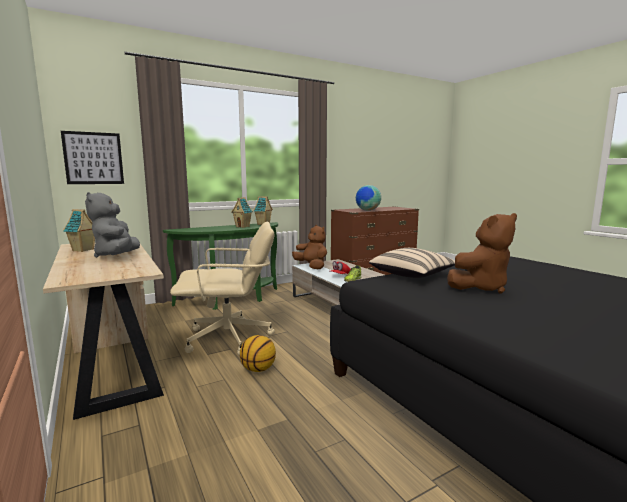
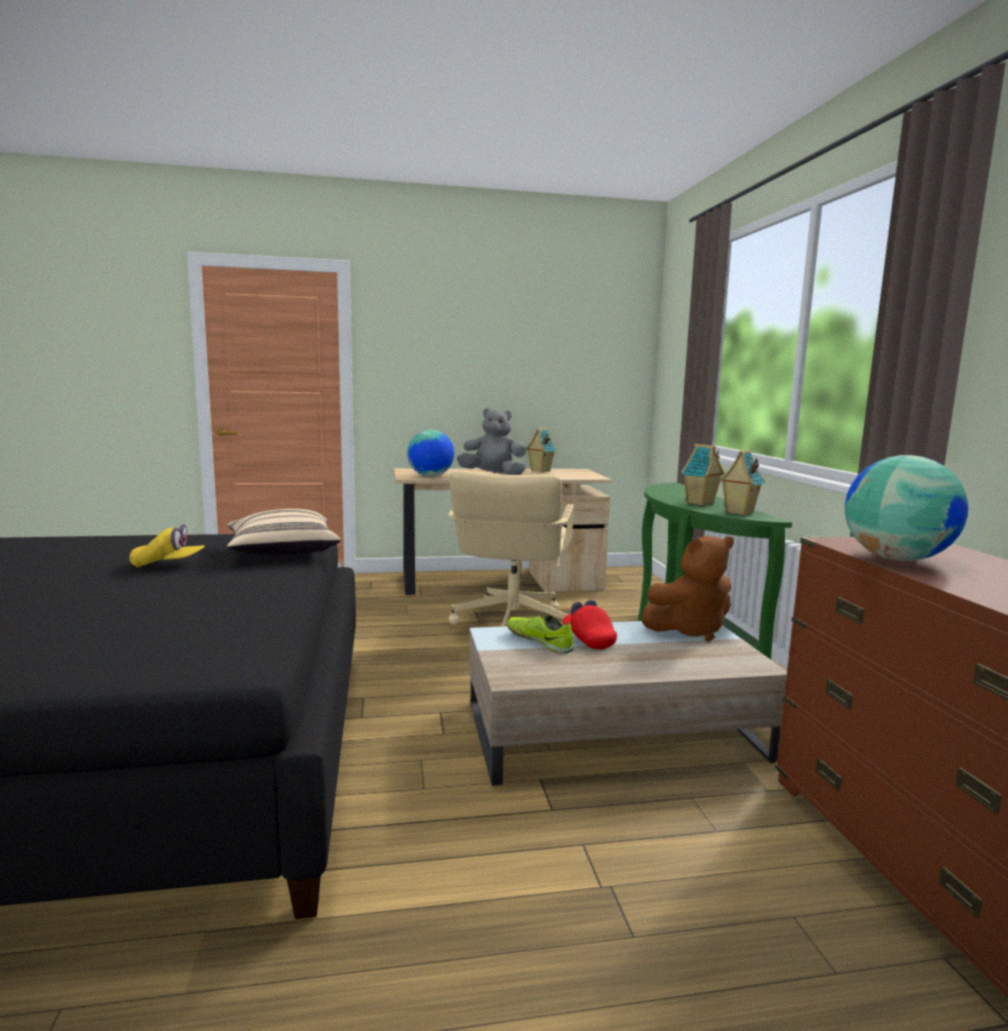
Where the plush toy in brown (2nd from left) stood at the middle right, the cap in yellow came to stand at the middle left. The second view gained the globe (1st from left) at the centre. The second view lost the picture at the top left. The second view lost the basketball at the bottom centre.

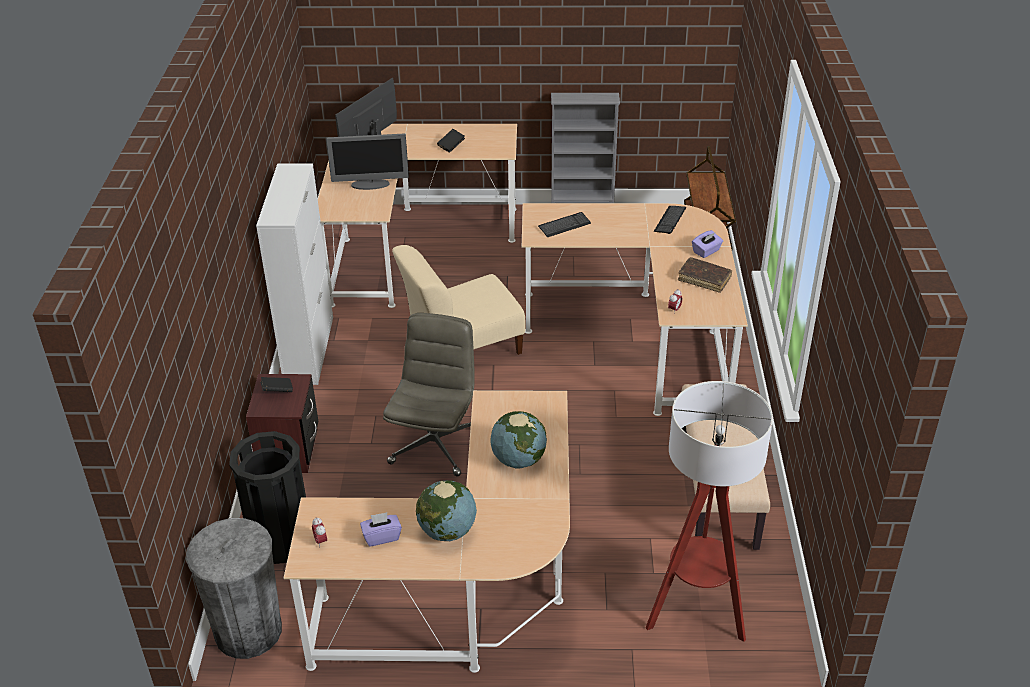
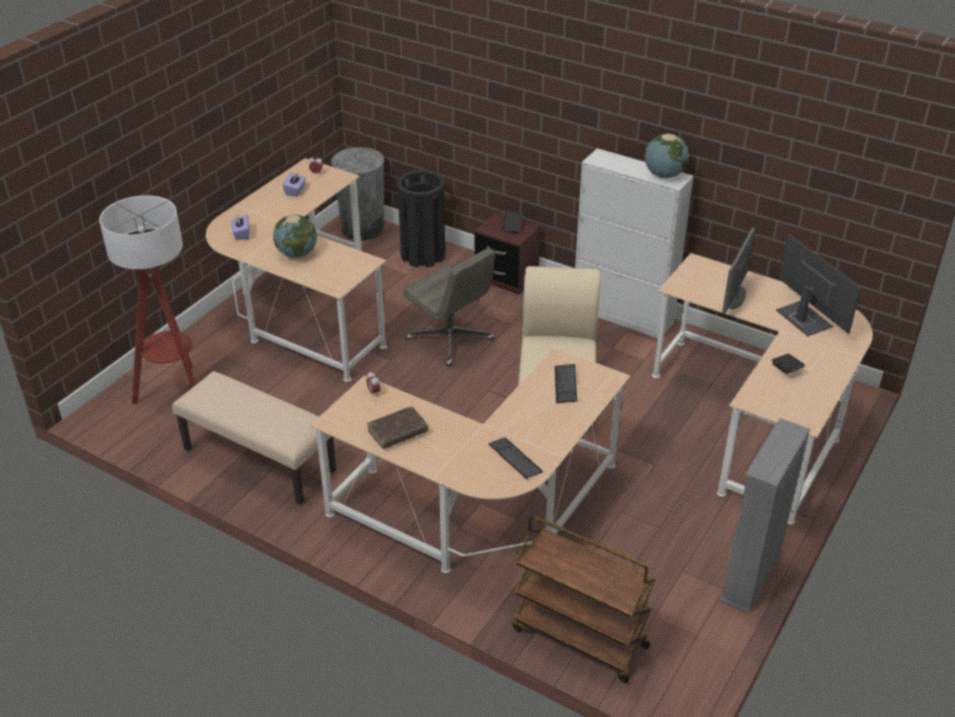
The tissue box in purple (2nd from left in the first image) ended up elsewhere, having gone from the middle right to the top left. The globe (1st from left in the first image) ended up elsewhere, having gone from the bottom centre to the top right.

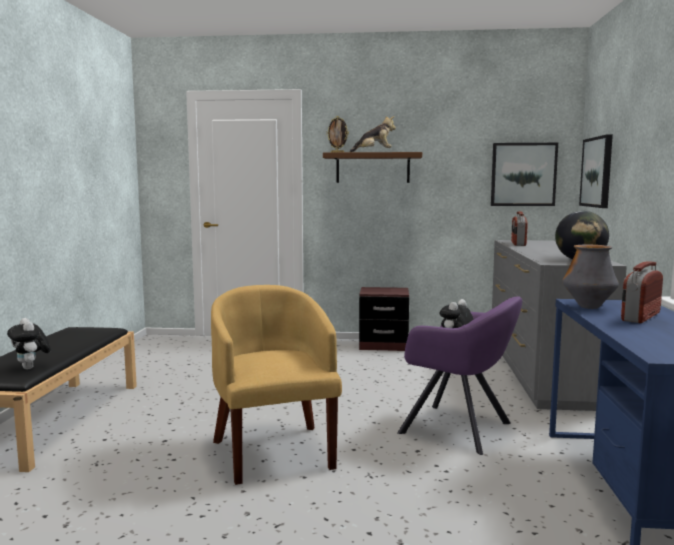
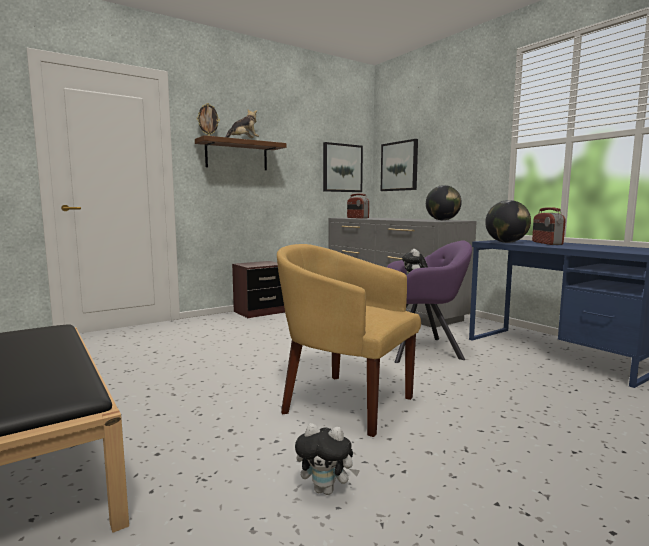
The plush toy (1st from left in the first image) ended up elsewhere, having gone from the middle left to the bottom centre. Where the vase stood at the middle right, the globe (2nd from left) came to stand at the middle right.

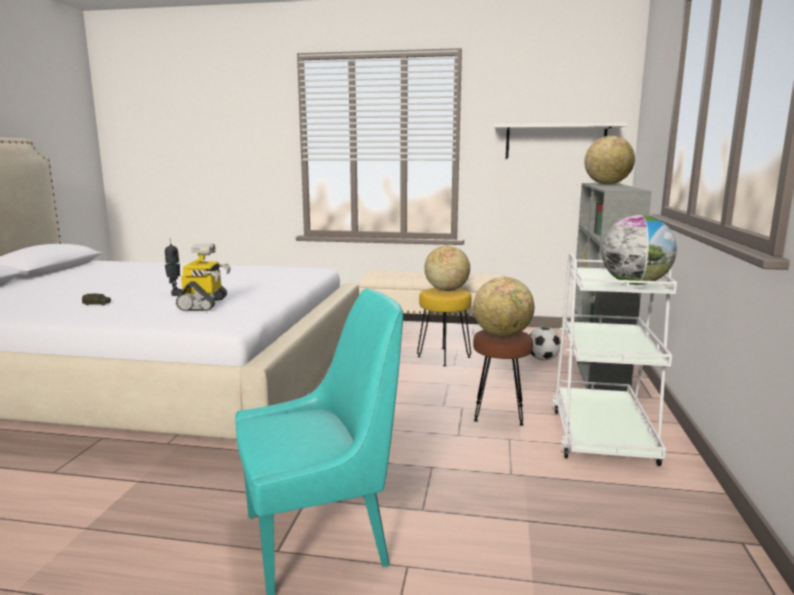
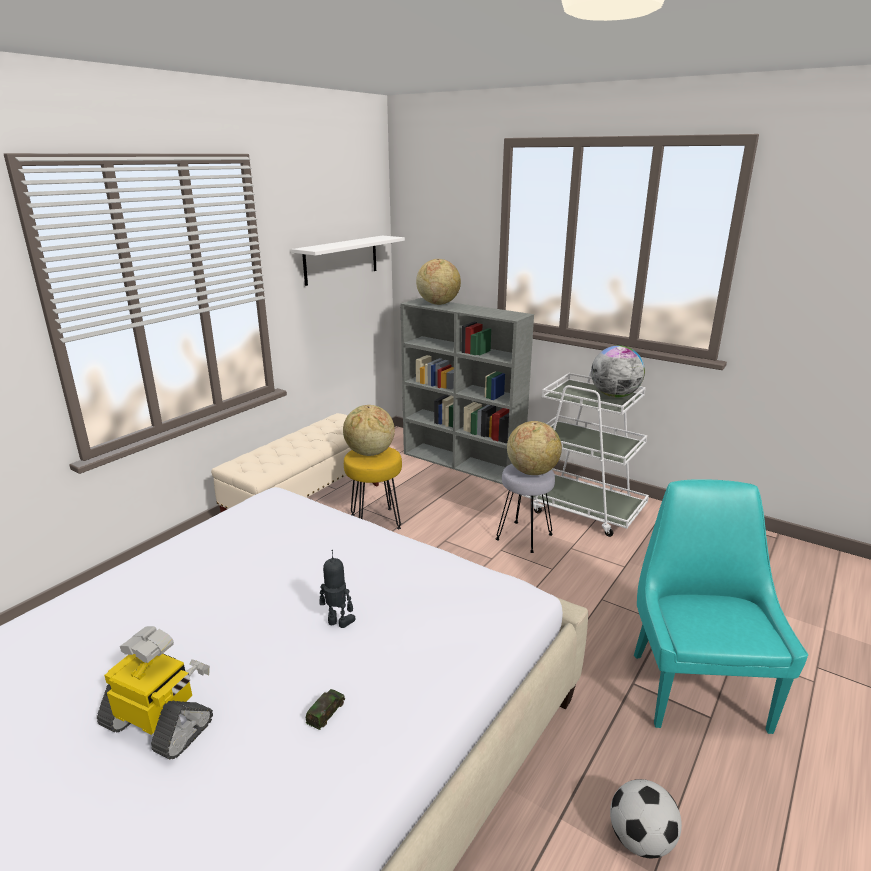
The toy robot (2nd from left in the first image) ended up elsewhere, having gone from the middle left to the bottom left. What was the stool in brown at the centre turned into the stool in grey at the centre. The football ended up elsewhere, having gone from the middle right to the bottom right.

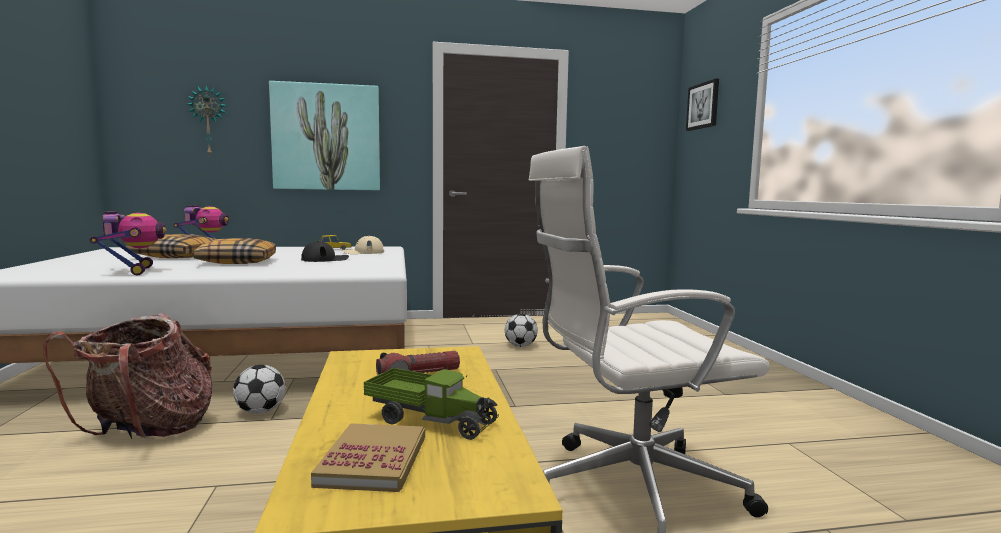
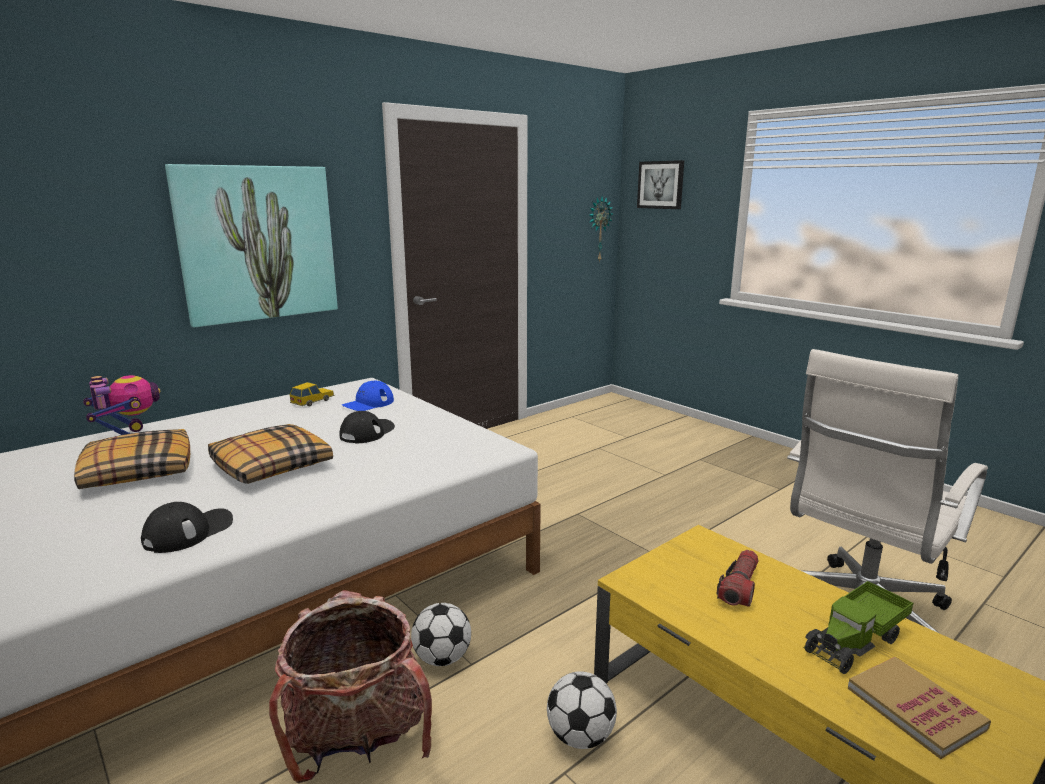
Where the toy robot (1st from left) stood at the middle left, the cap in black (1st from left) came to stand at the bottom left. What was the cap in beige at the centre turned into the cap in blue at the centre. The football (2nd from left) ended up elsewhere, having gone from the centre to the bottom centre. The wall clock ended up elsewhere, having gone from the top left to the top centre. The toy truck at the bottom centre ended up facing another way, 150 degrees clockwise from before.

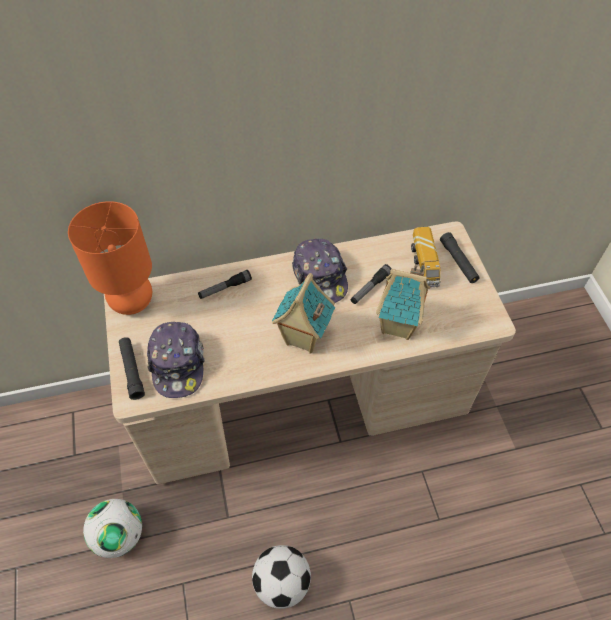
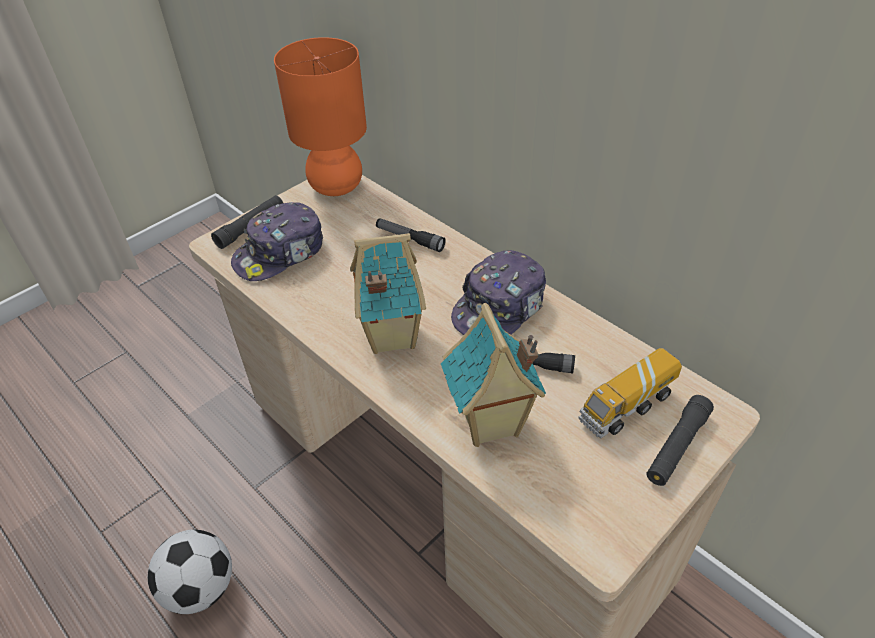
The second view lost the football (1st from left) at the bottom left.

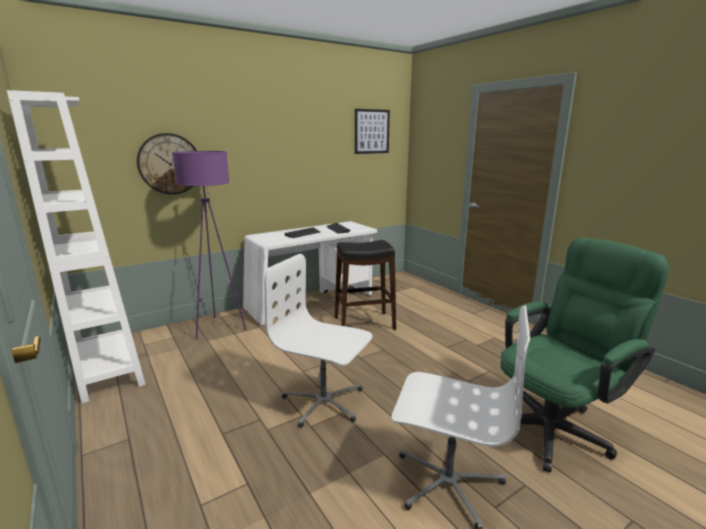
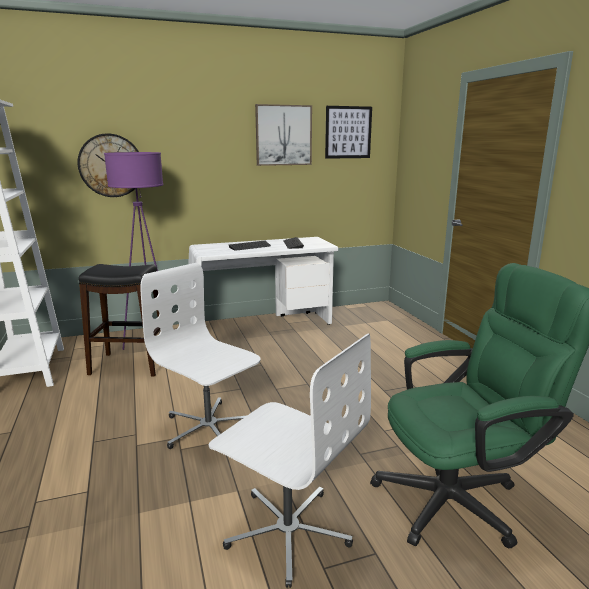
The stool in black ended up elsewhere, having gone from the centre to the middle left. The second view gained the picture (1st from left) at the top centre.

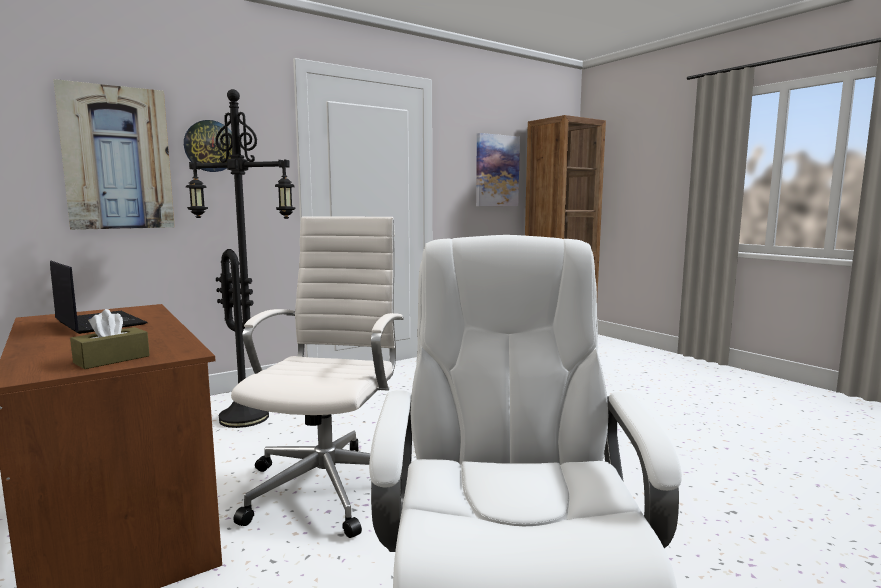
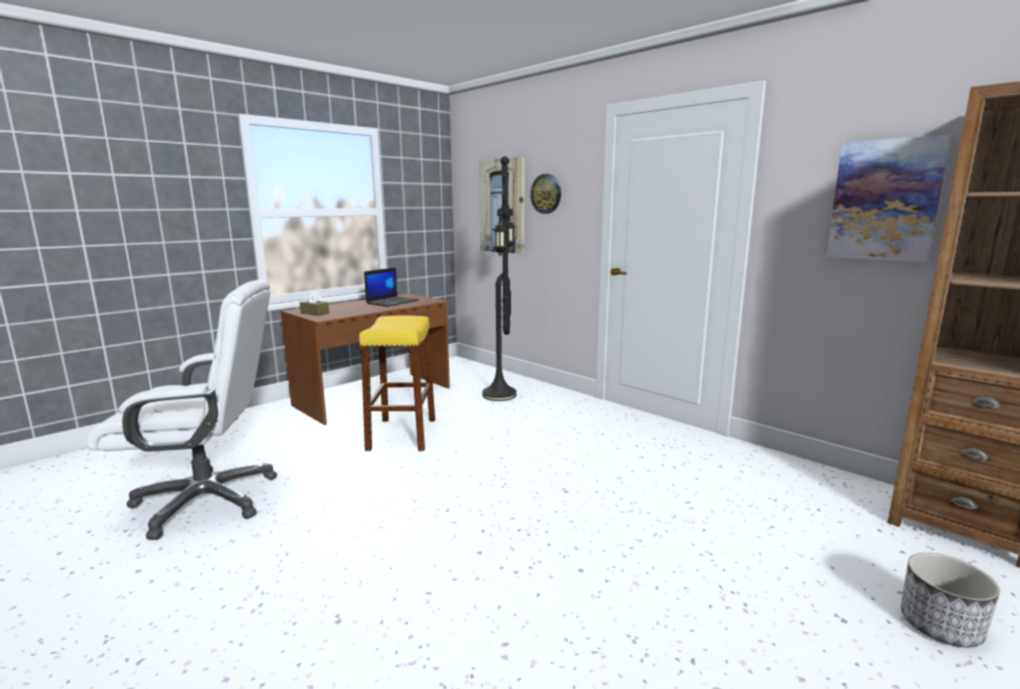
Where the office chair in white (1st from left) stood at the centre, the stool in yellow came to stand at the centre. The second view gained the planter at the bottom right.

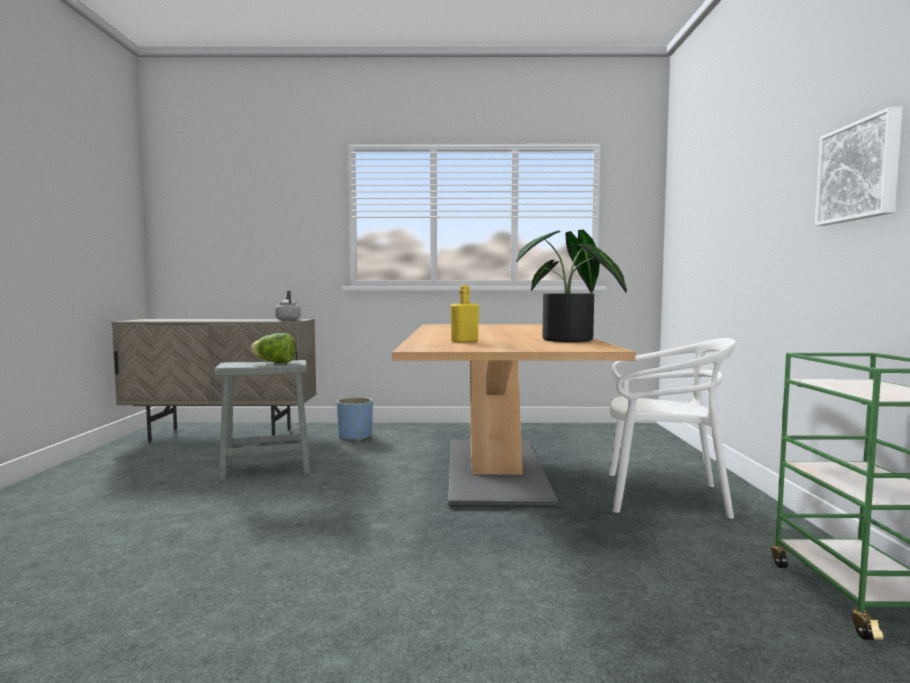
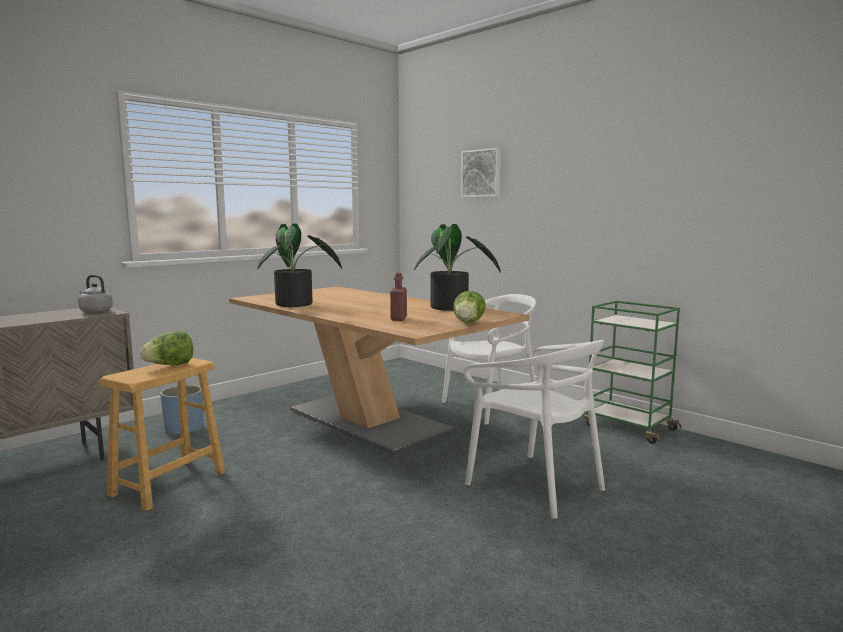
What was the stool in grey at the middle left turned into the stool in brown at the bottom left. The second view gained the potted plant (1st from left) at the centre. What was the bottle in yellow at the centre turned into the bottle in red at the centre. The second view gained the lettuce (2nd from left) at the centre. The picture ended up elsewhere, having gone from the top right to the top centre. The second view gained the chair in white (2nd from left) at the bottom centre.

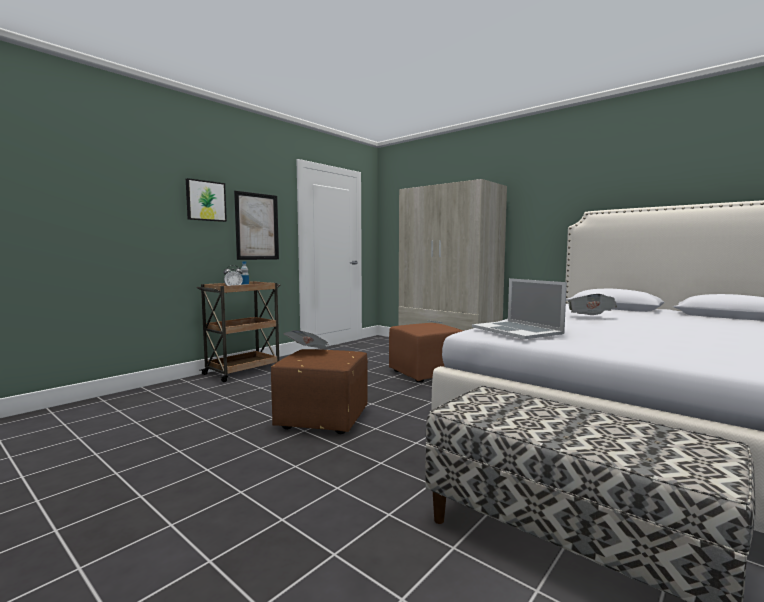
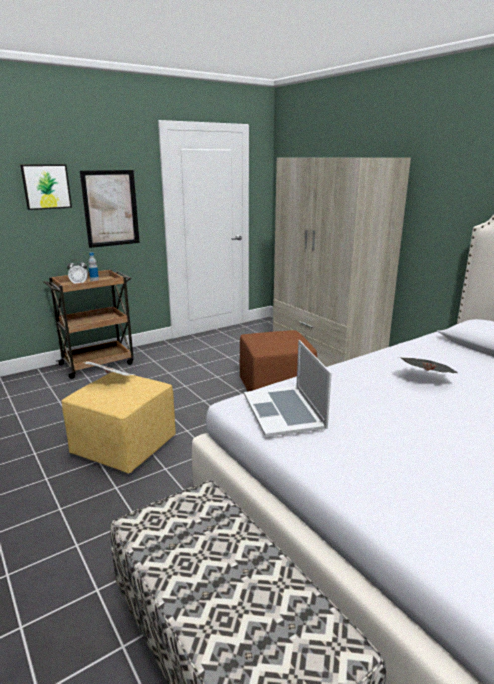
What was the ottoman in brown (1st from left) at the centre turned into the ottoman in yellow at the middle left.

